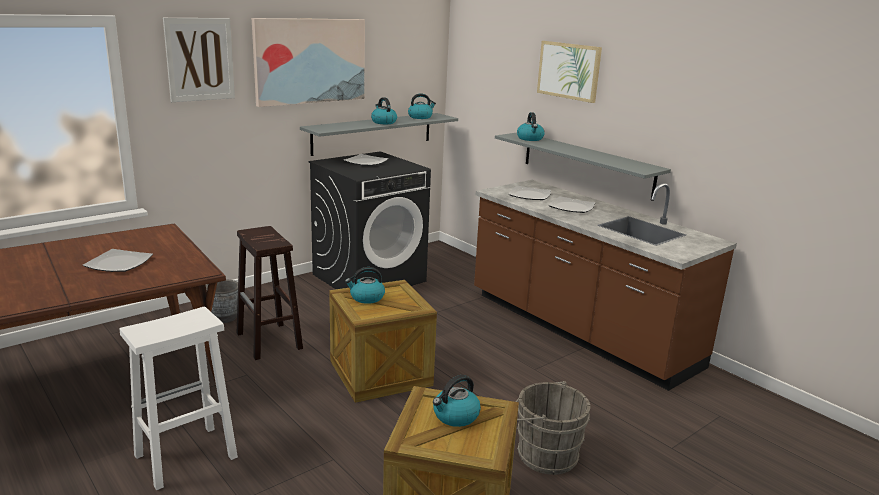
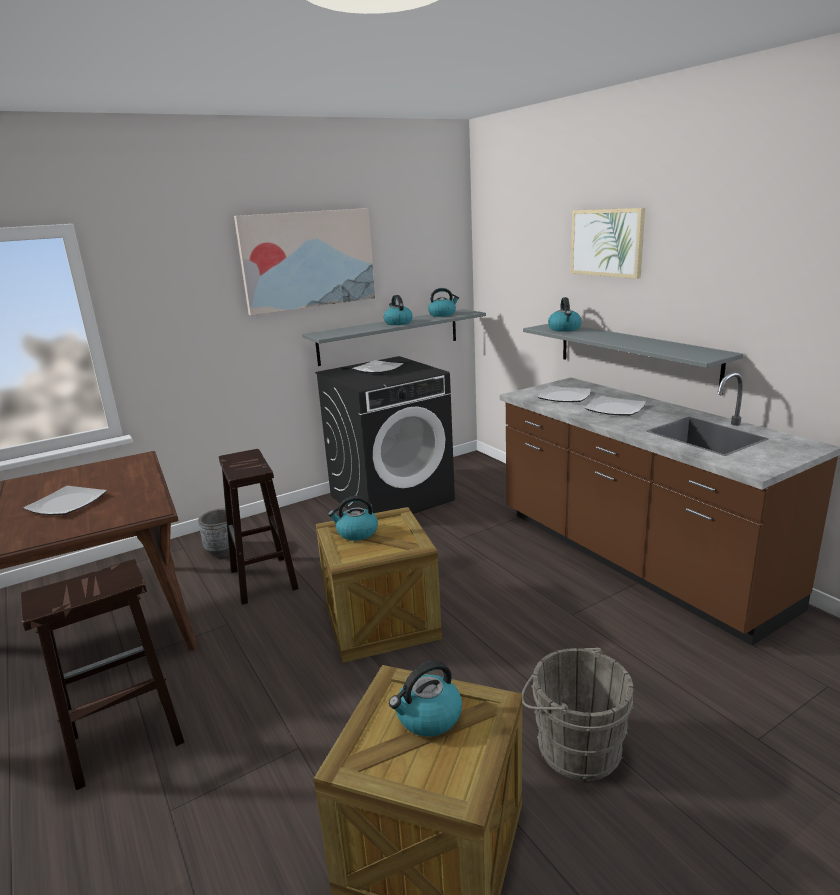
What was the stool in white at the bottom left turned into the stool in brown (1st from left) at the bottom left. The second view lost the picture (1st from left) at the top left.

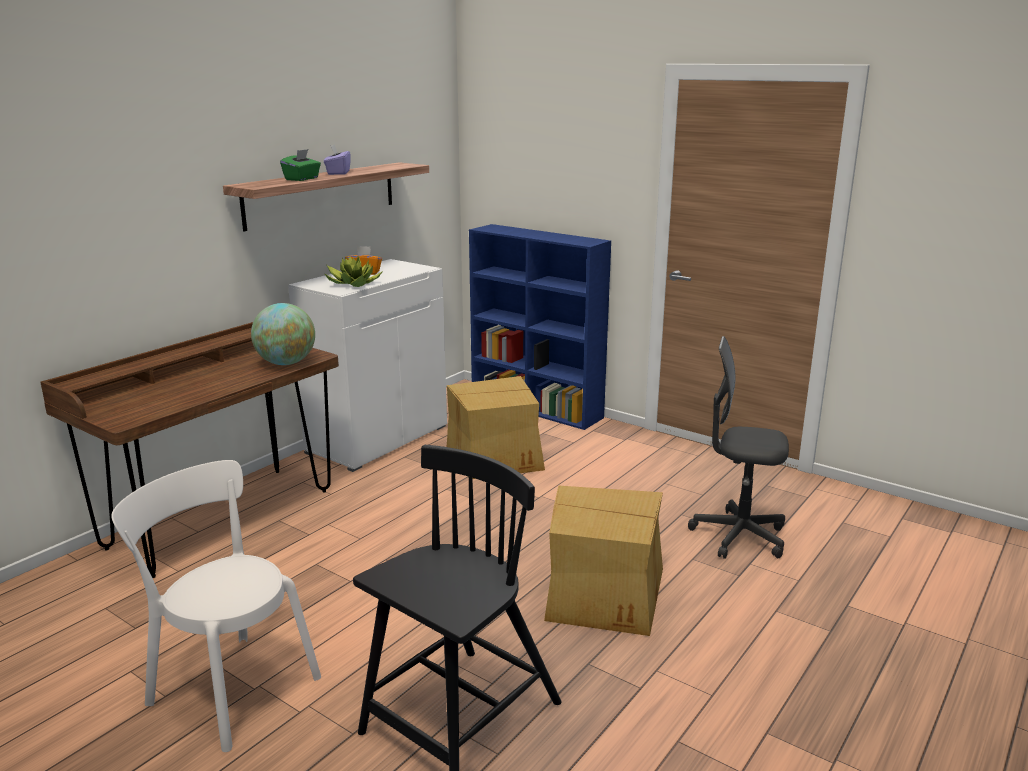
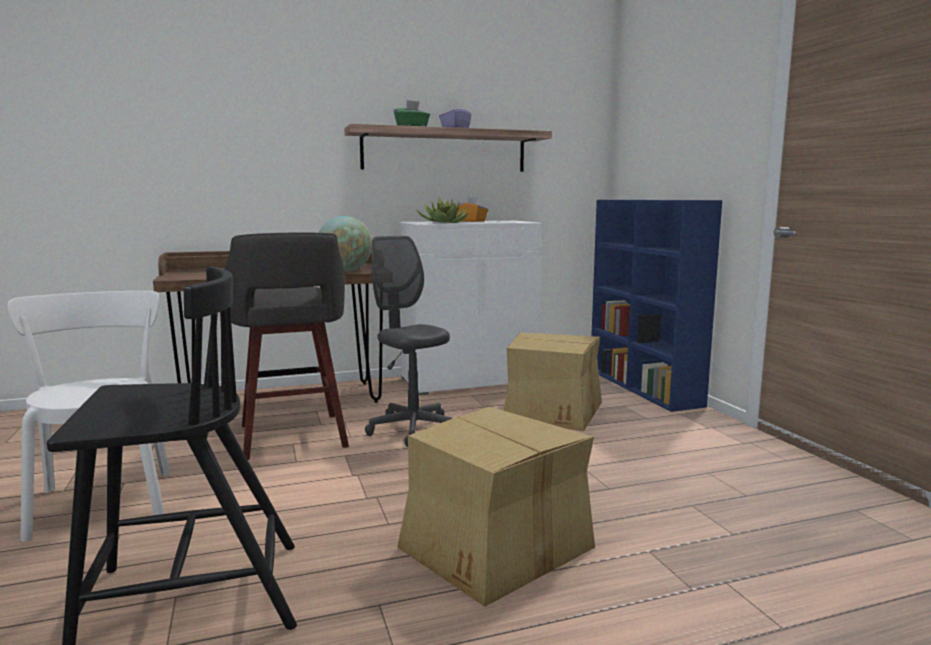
The second view gained the stool in grey at the middle left. The office chair in grey ended up elsewhere, having gone from the middle right to the centre.

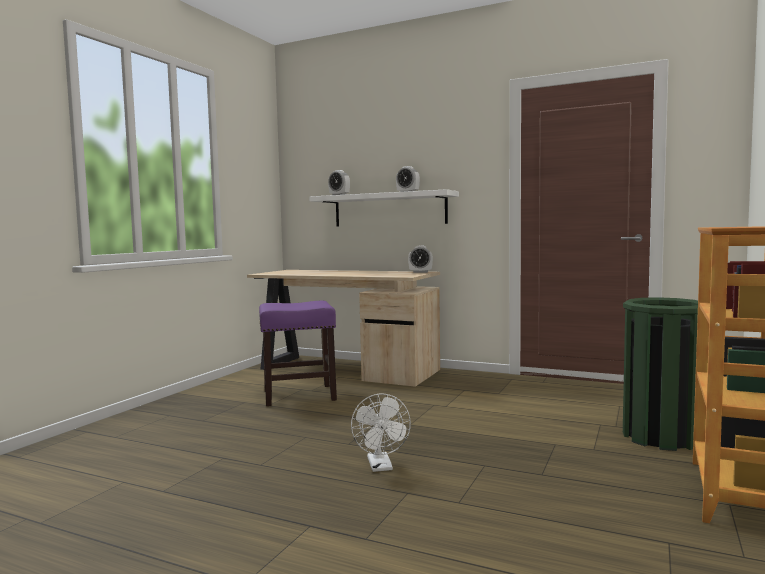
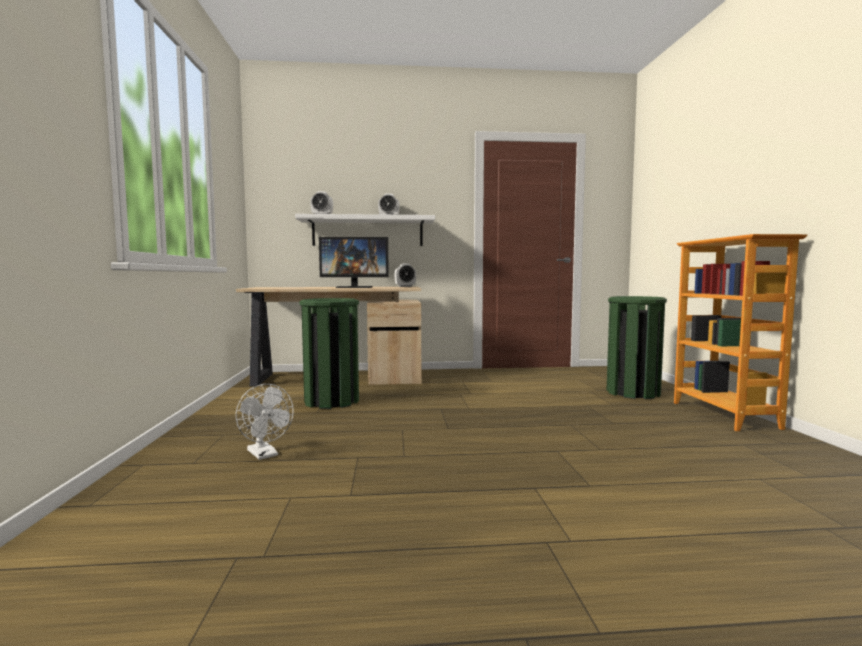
The fan in white ended up elsewhere, having gone from the bottom centre to the middle left. Where the stool in purple stood at the centre, the trash can in green (1st from left) came to stand at the centre. The second view gained the monitor at the centre.

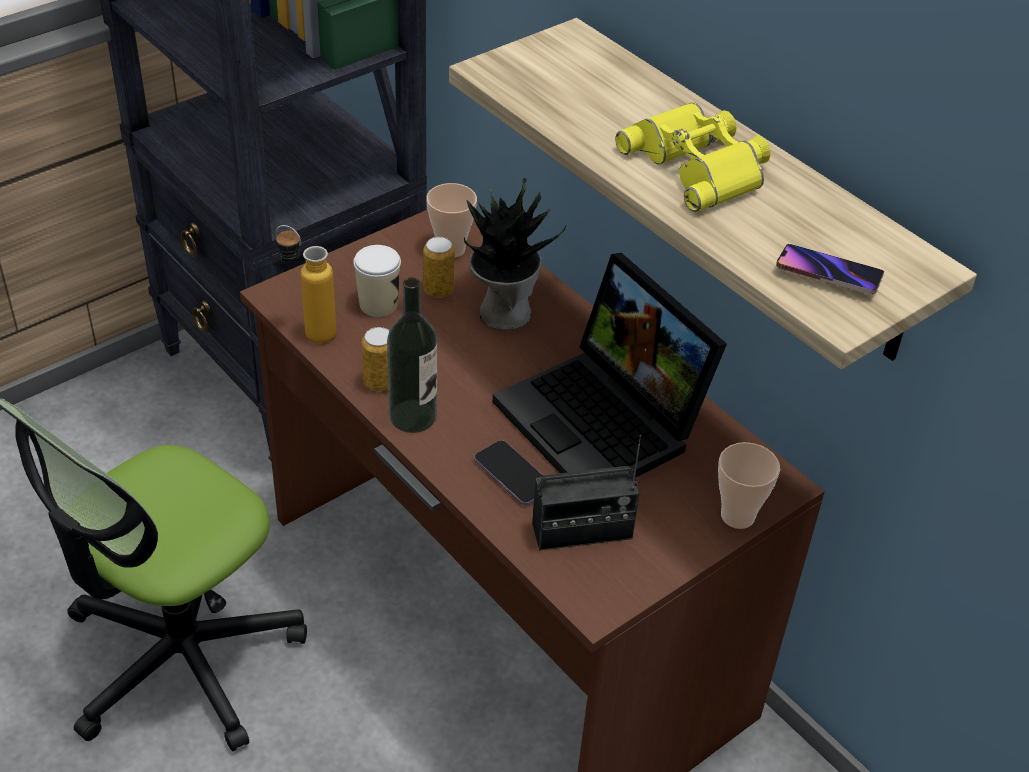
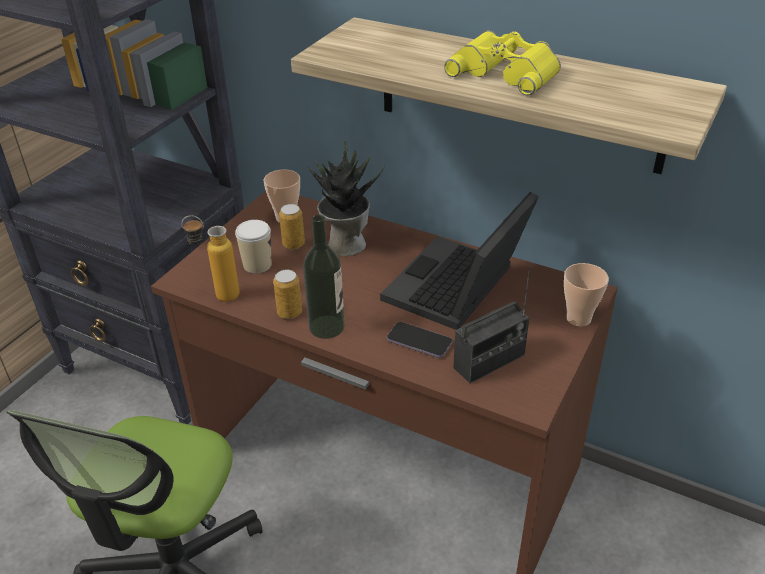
The laptop at the centre ended up facing another way, 90 degrees clockwise from before. The second view lost the phone (2nd from left) at the middle right.

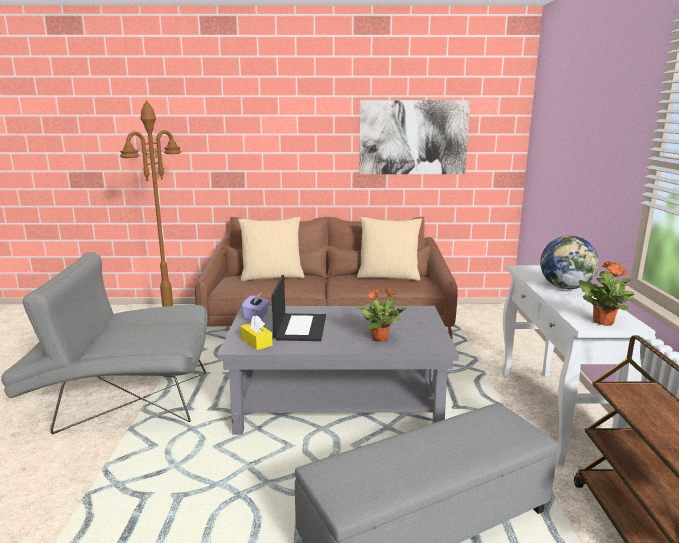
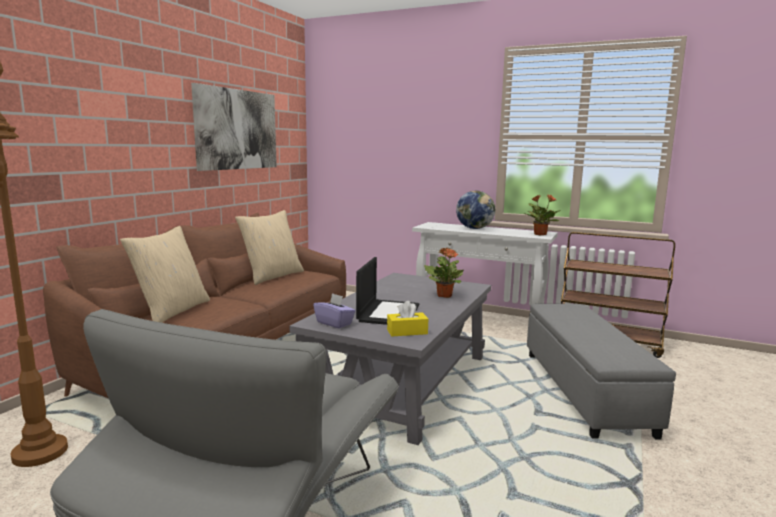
The laptop at the centre ended up facing another way, 75 degrees clockwise from before.

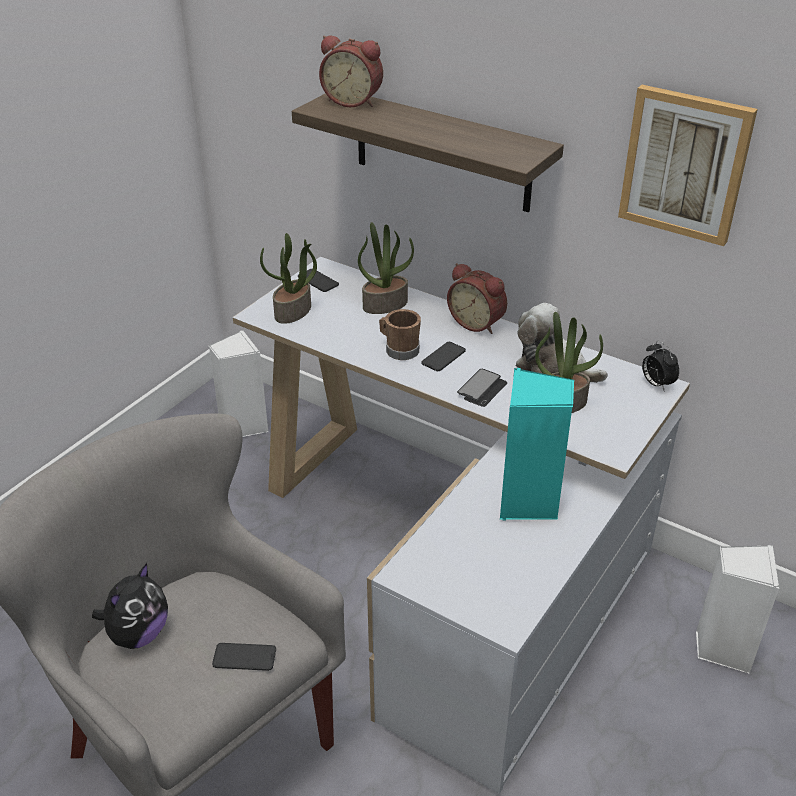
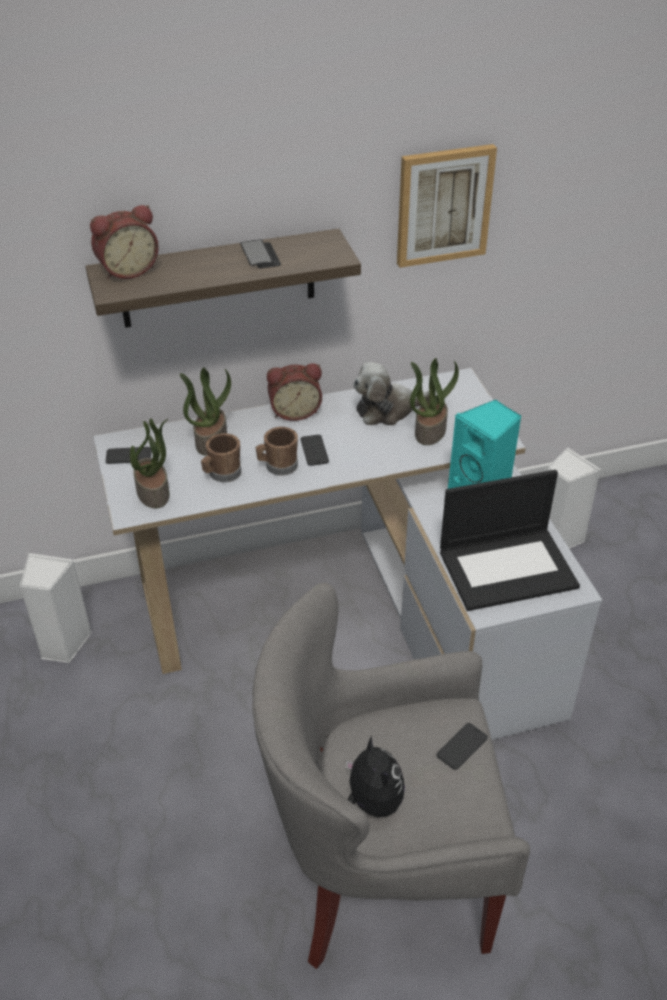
The second view gained the mug in brown (1st from left) at the middle left. The phone (4th from left in the first image) ended up elsewhere, having gone from the centre to the top centre. The second view gained the laptop at the middle right. The second view lost the alarm clock (3rd from left) at the middle right.

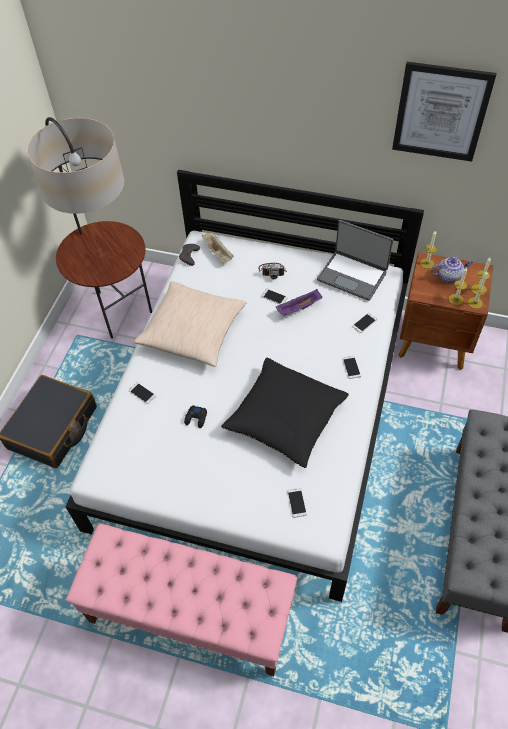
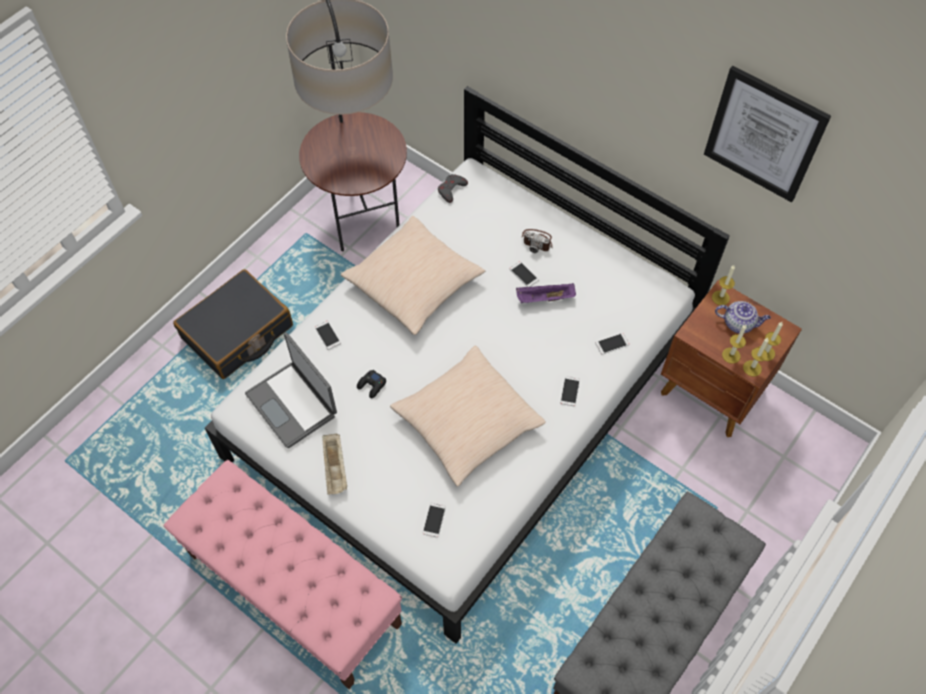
The laptop ended up elsewhere, having gone from the middle right to the middle left. The tray in beige ended up elsewhere, having gone from the centre to the bottom centre. What was the pillow in black at the centre turned into the pillow in beige (2nd from left) at the centre.

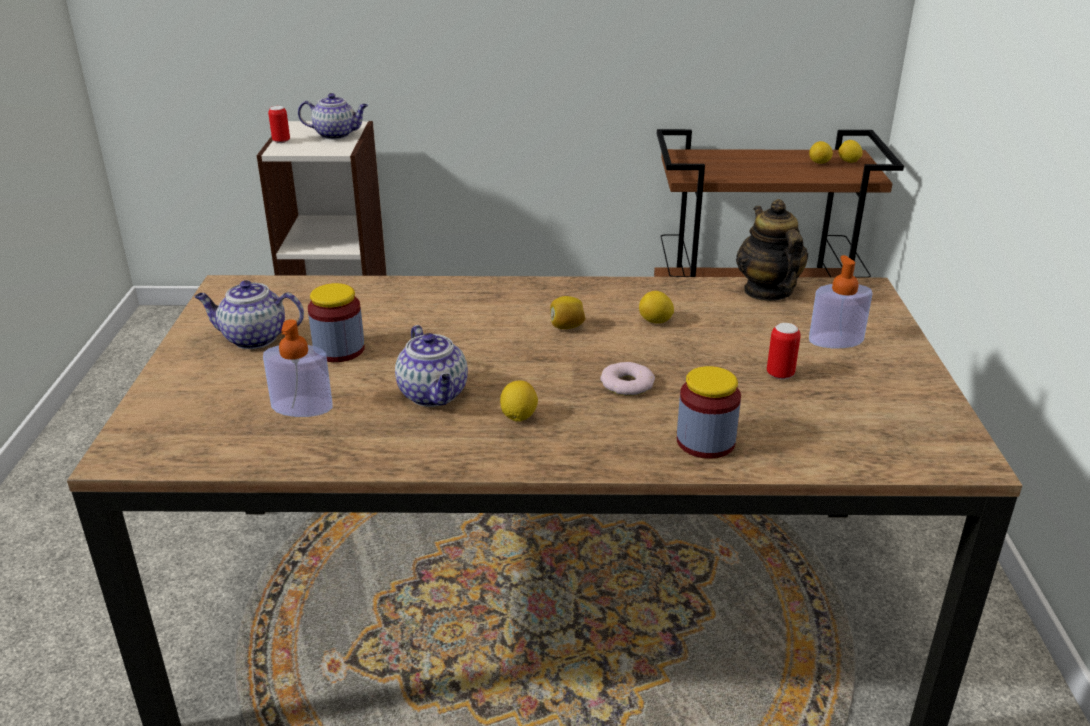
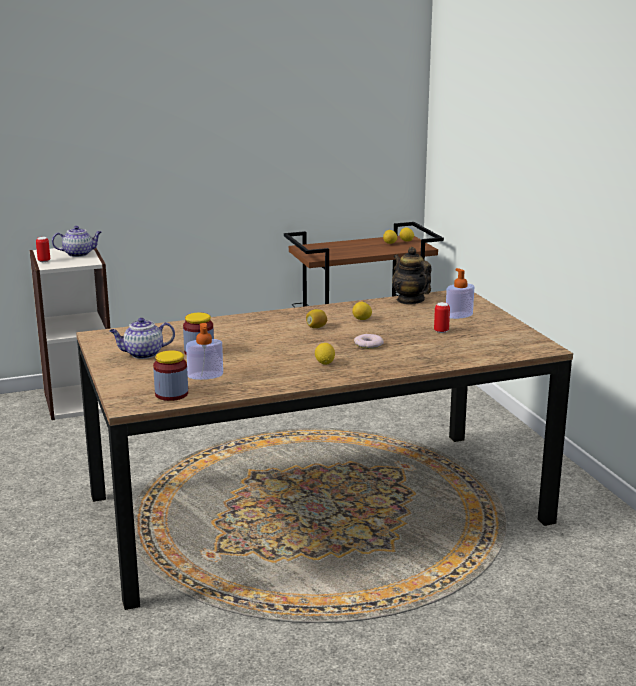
The jar (2nd from left in the first image) ended up elsewhere, having gone from the centre to the middle left. The second view lost the teapot (3rd from left) at the centre.

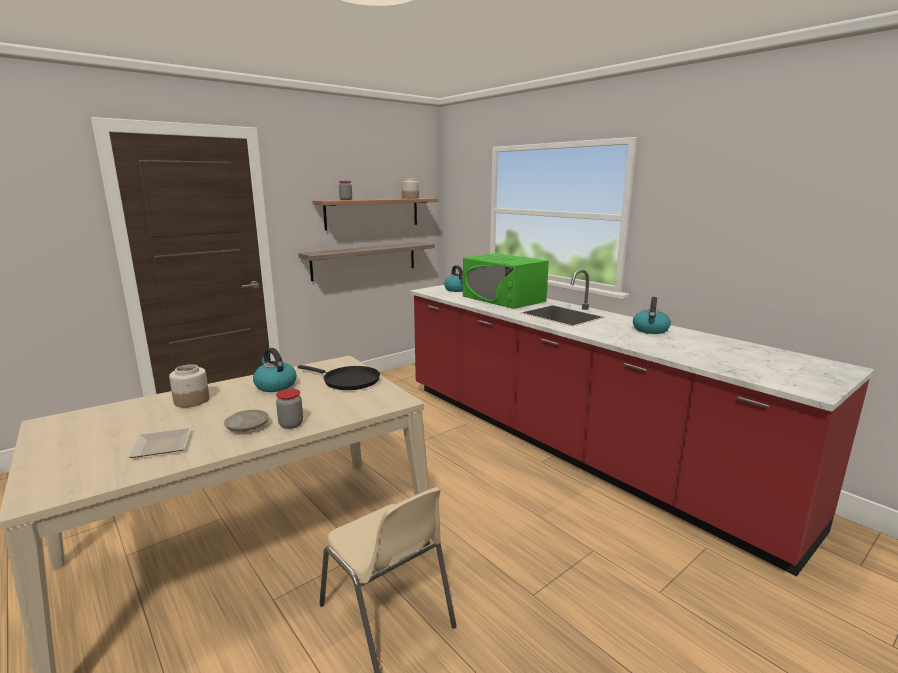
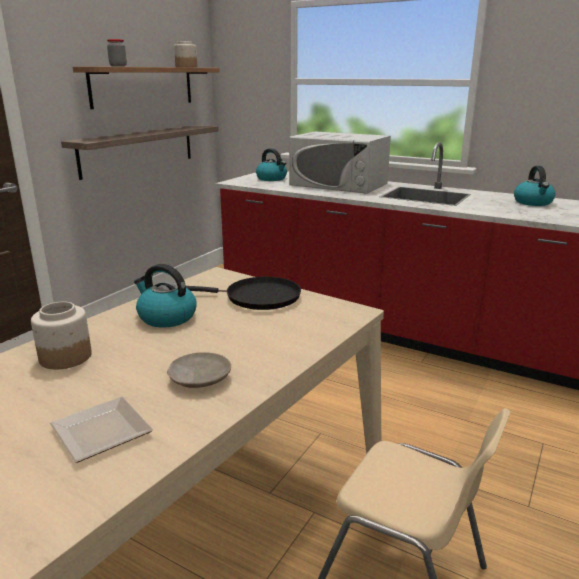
What was the microwave in green at the centre turned into the microwave in white at the top centre. The second view lost the jar (2nd from left) at the middle left.

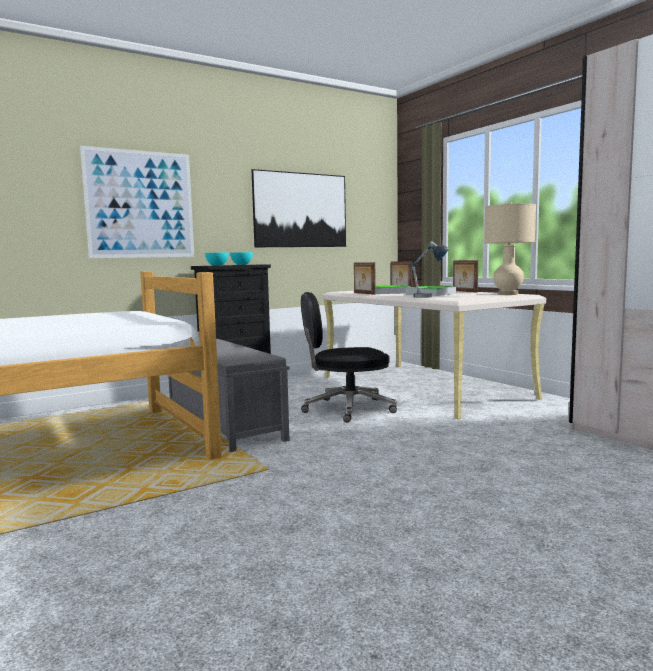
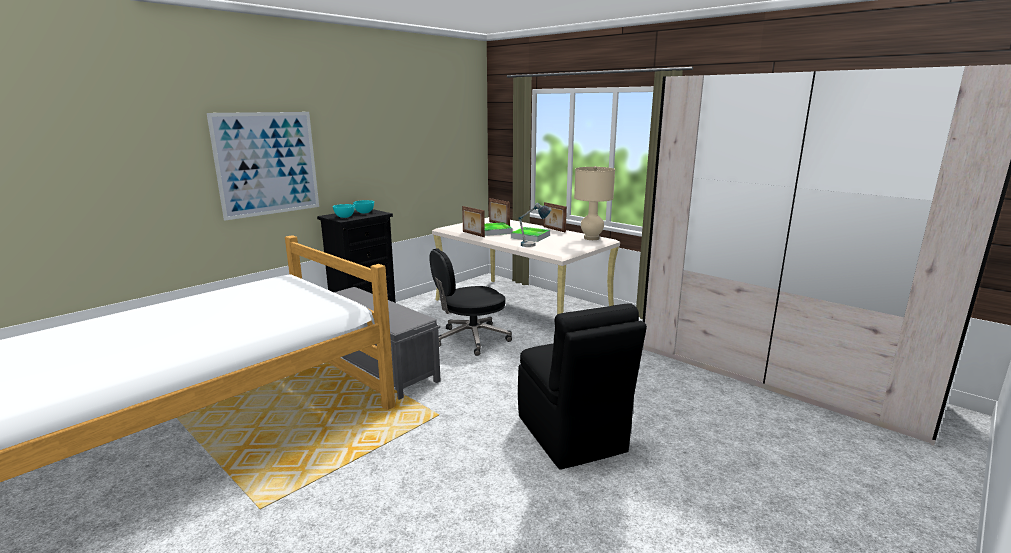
The second view gained the chair in black at the bottom centre. The second view lost the picture (2nd from left) at the top centre.

